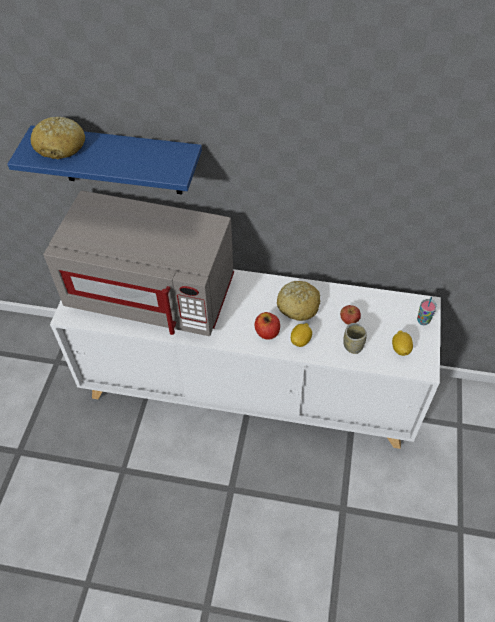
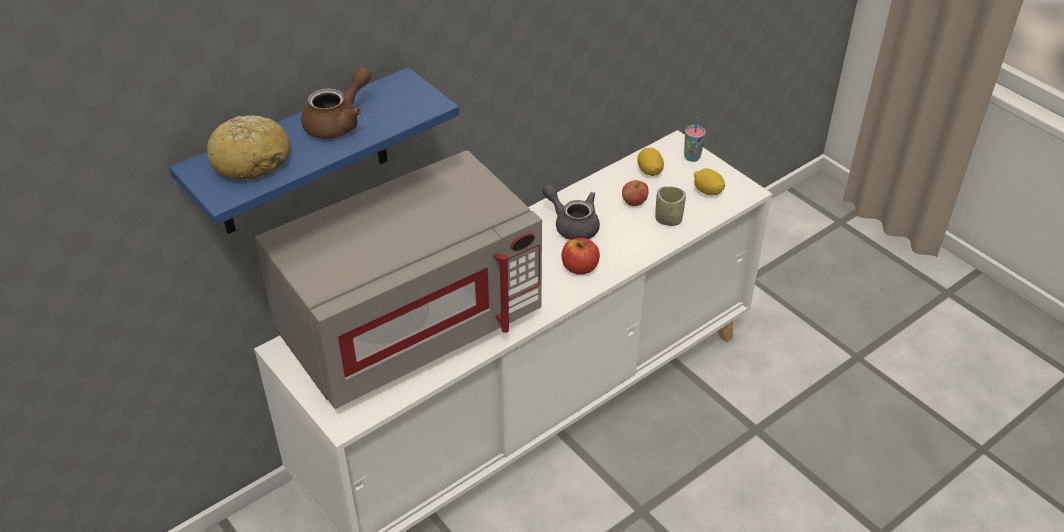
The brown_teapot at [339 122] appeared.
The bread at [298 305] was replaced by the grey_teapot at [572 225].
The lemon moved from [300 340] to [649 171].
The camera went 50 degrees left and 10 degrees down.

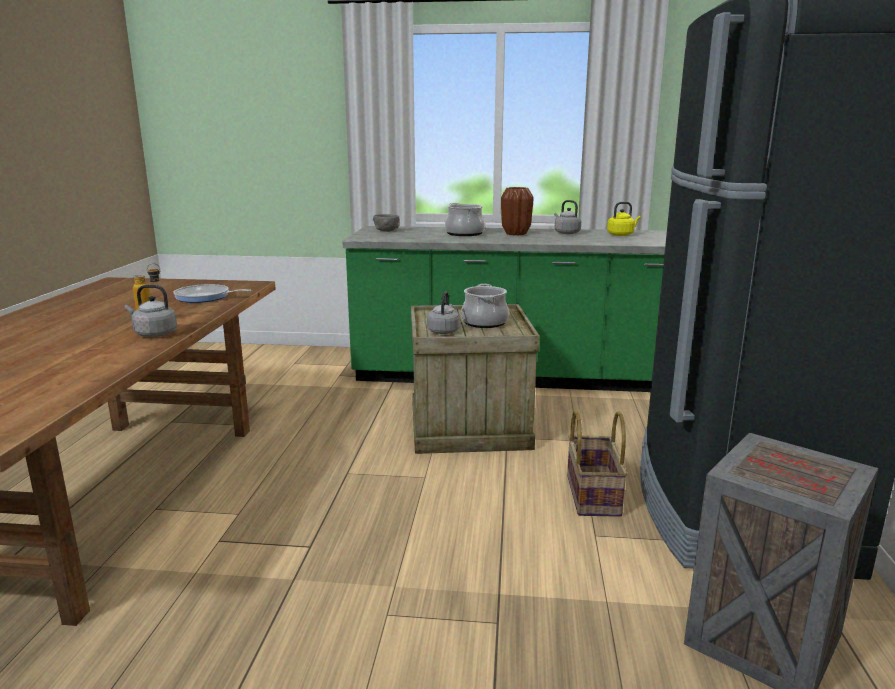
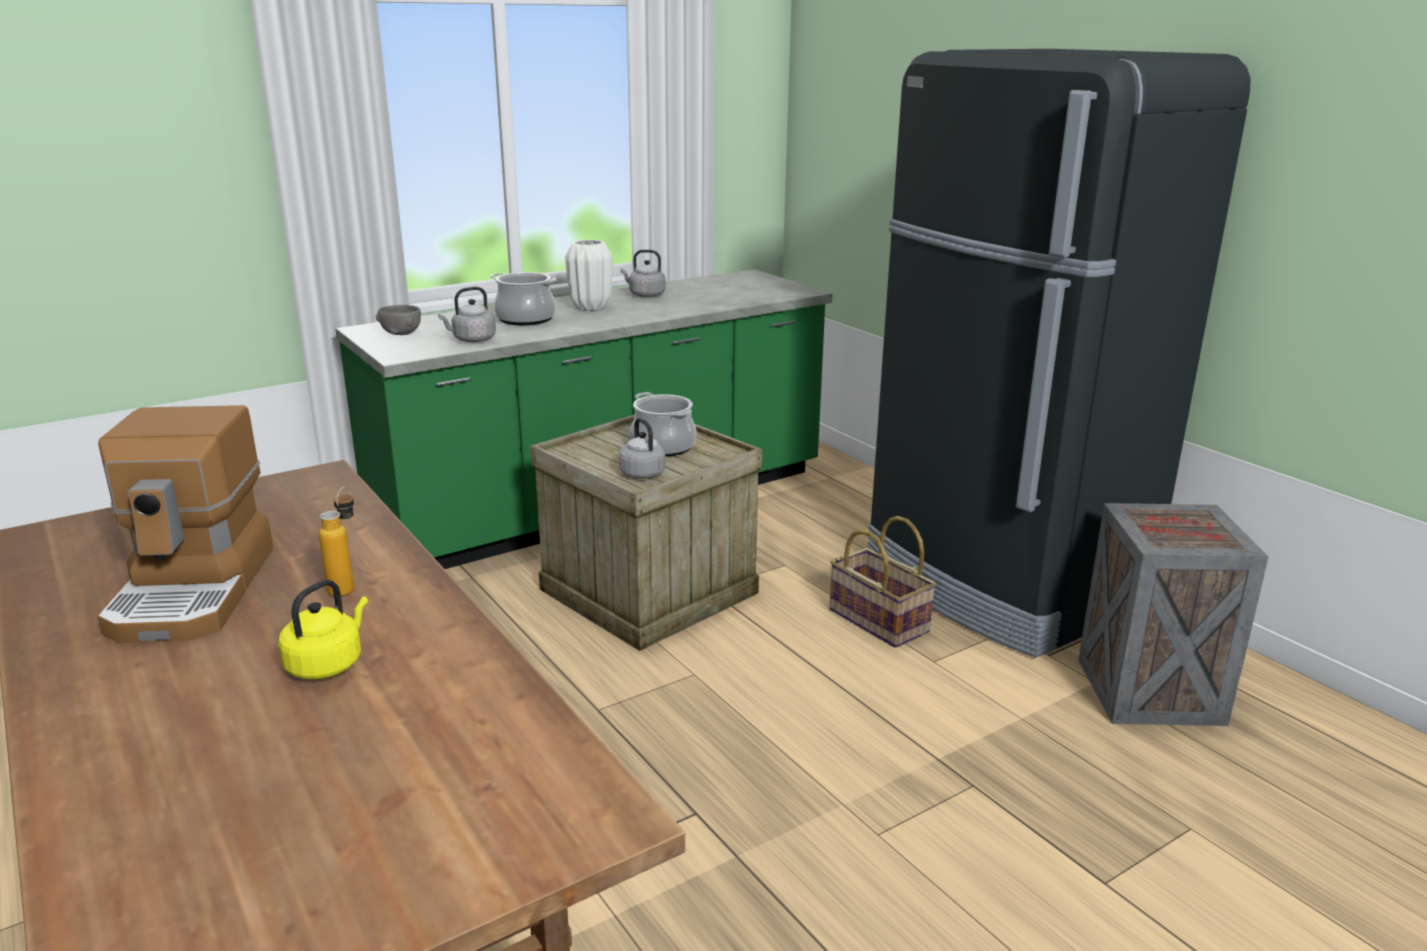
The coffee_machine at [195 590] appeared.
The yellow_kettle moved from [621 235] to [327 664].
The grey_kettle moved from [154 334] to [472 340].
The brown_vase at [516 234] became the white_vase at [591 307].
The frying_pan at [205 297] disappeared.
The camera went 40 degrees left and 5 degrees up.

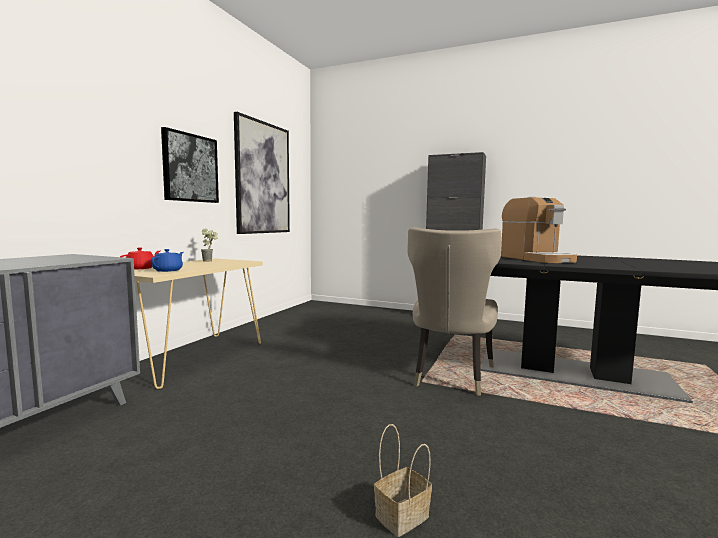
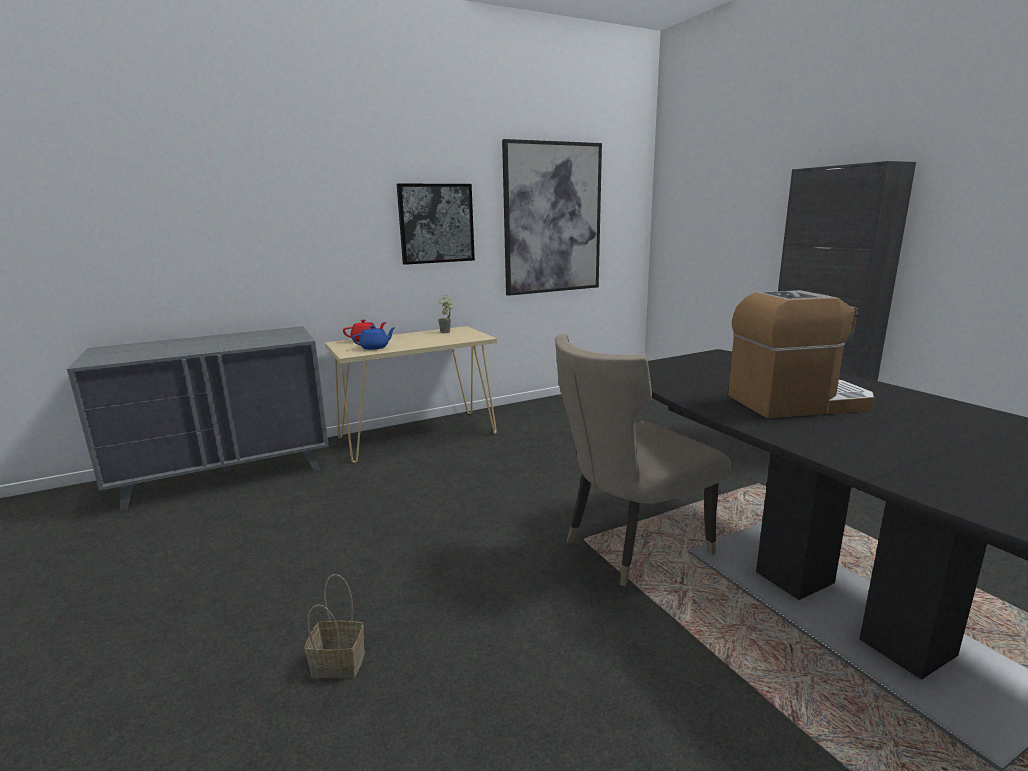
The coffee_machine at [537 259] turned 120 degrees counterclockwise.
The camera went 40 degrees right and 10 degrees up.

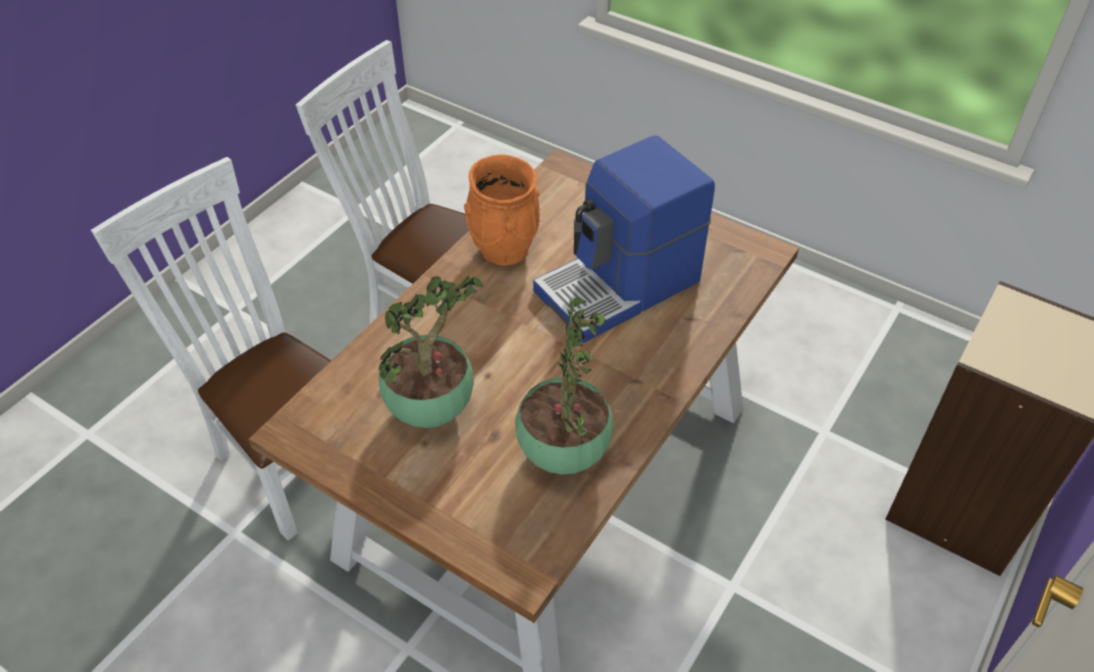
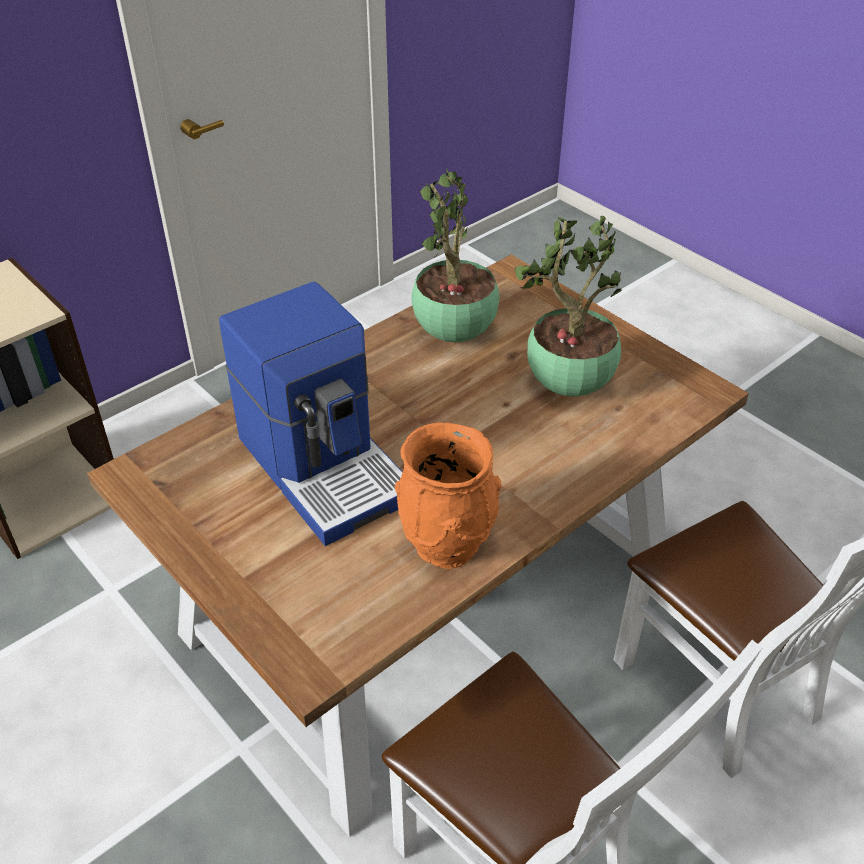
The coffee_machine at [620 287] turned 75 degrees clockwise.
The camera went 165 degrees left and 5 degrees down.

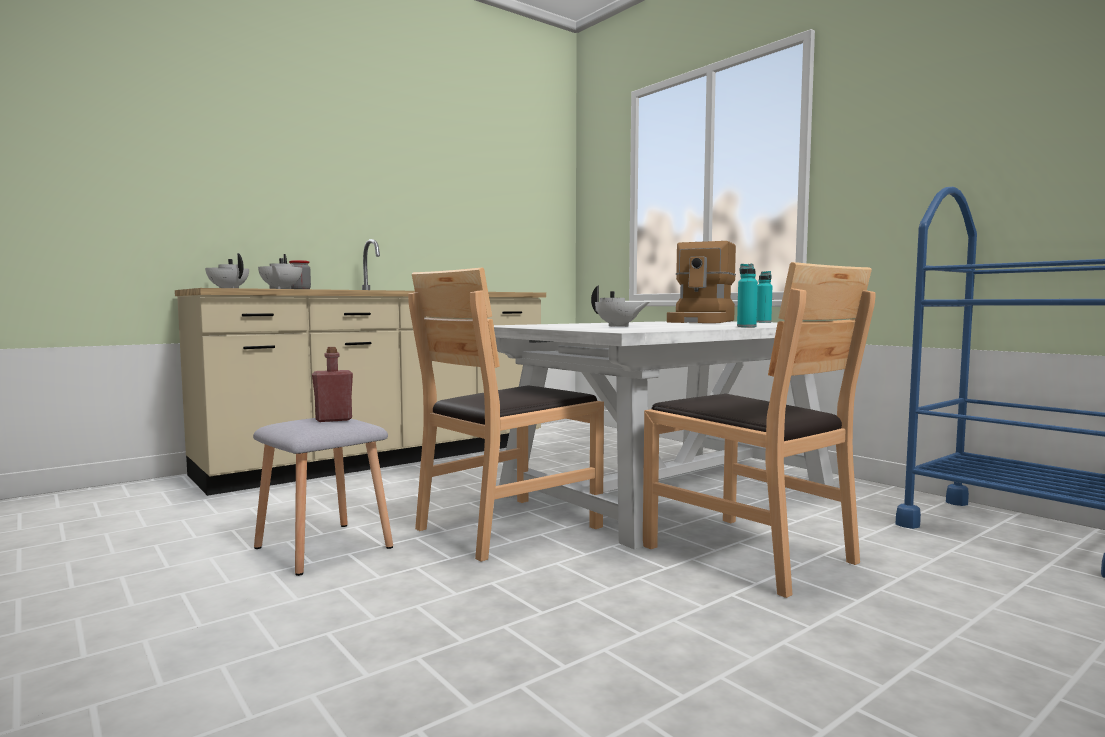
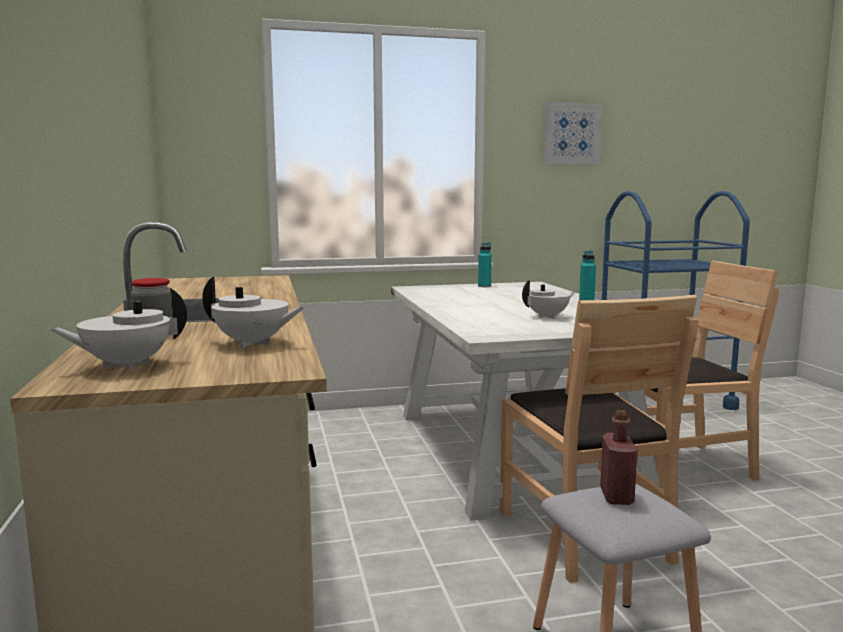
The picture at [572 134] appeared.
The coffee_machine at [702 321] disappeared.
The camera went 65 degrees left and 5 degrees up.

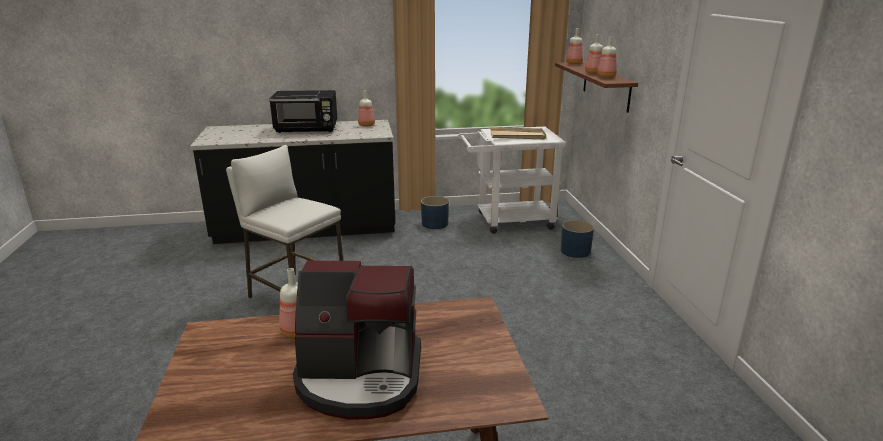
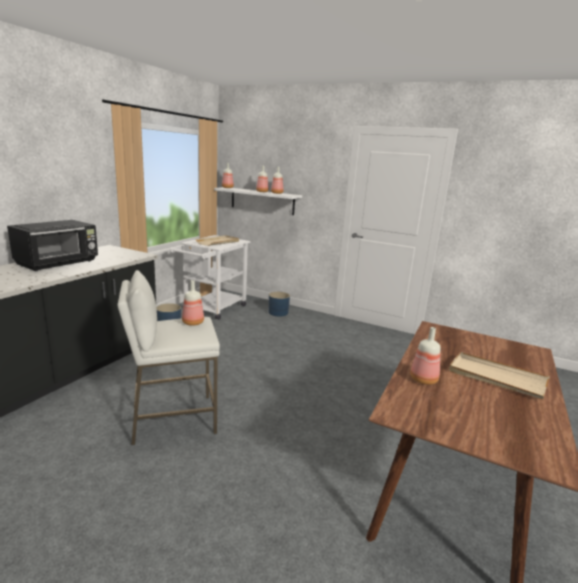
The bottle moved from [366 125] to [192 322].
The brown_shelf at [606 86] became the white_shelf at [262 201].
The coffee_machine at [360 378] was replaced by the beige_tray at [496 377].
The camera went 55 degrees left and 5 degrees down.

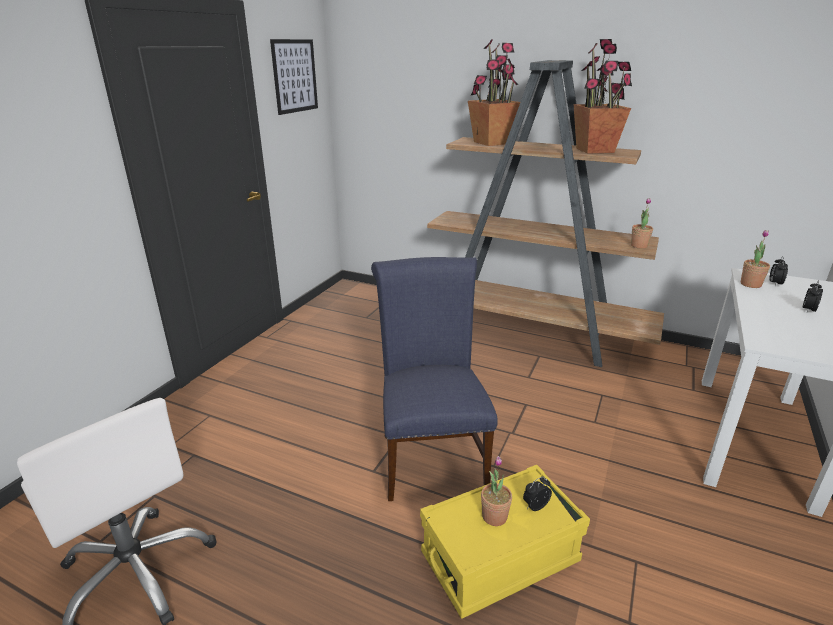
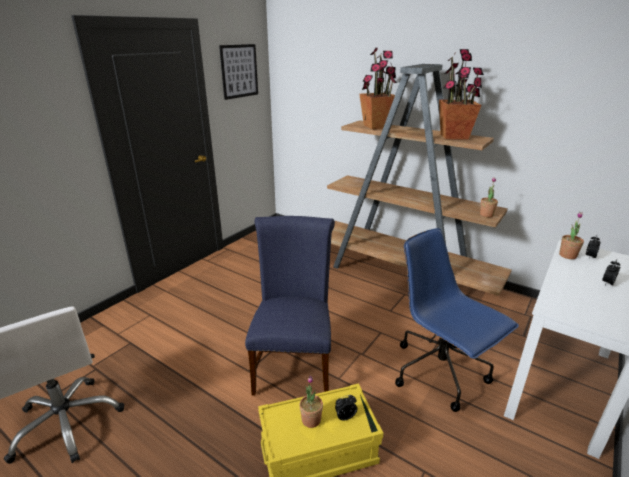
The blue_office_chair at [441 373] appeared.
The camera went 10 degrees right and 0 degrees up.

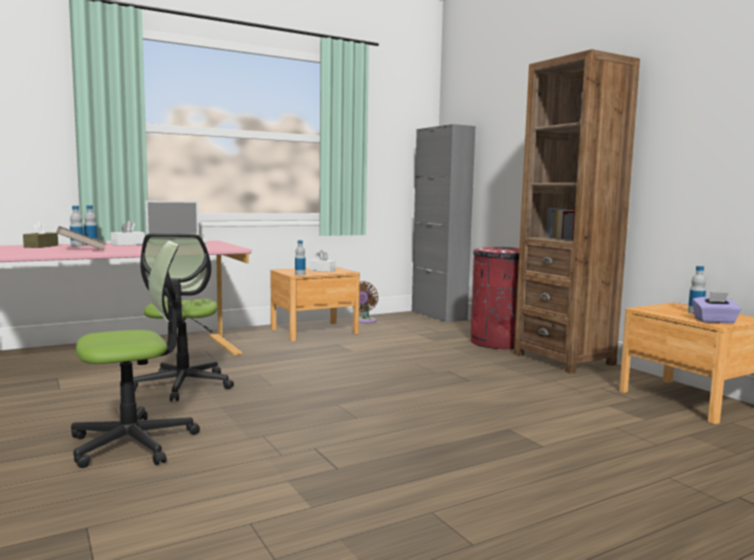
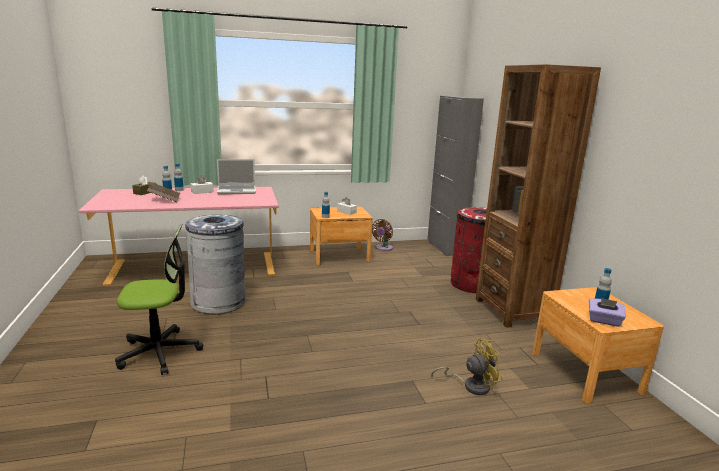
The office_chair at [183 385] was replaced by the grey_trash_can at [218 302].
The yellow_fan at [471 385] appeared.
The camera went 15 degrees right and 10 degrees up.

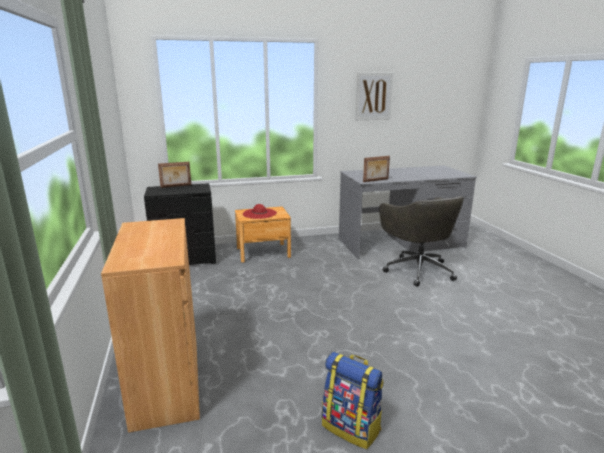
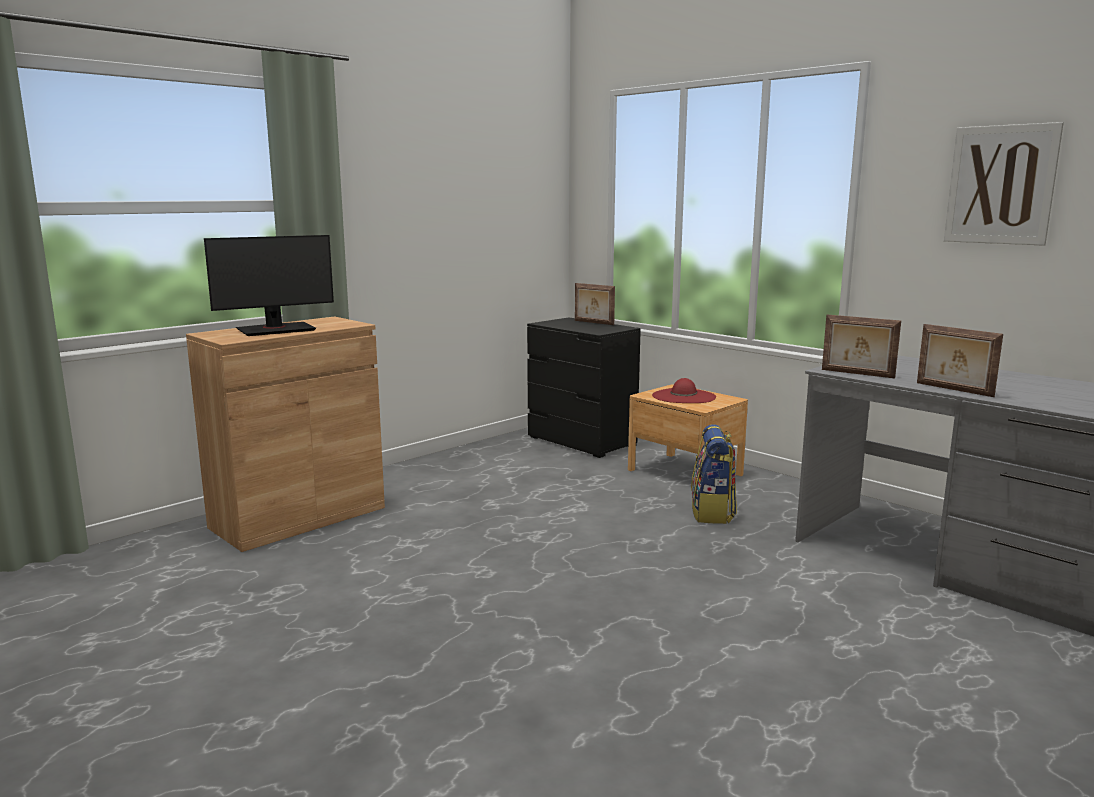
The monitor at [275 330] appeared.
The backpack moved from [352 427] to [712 513].
The picture_frame at [953 390] appeared.
The grey_office_chair at [417 270] disappeared.
The camera went 60 degrees right and 5 degrees down.

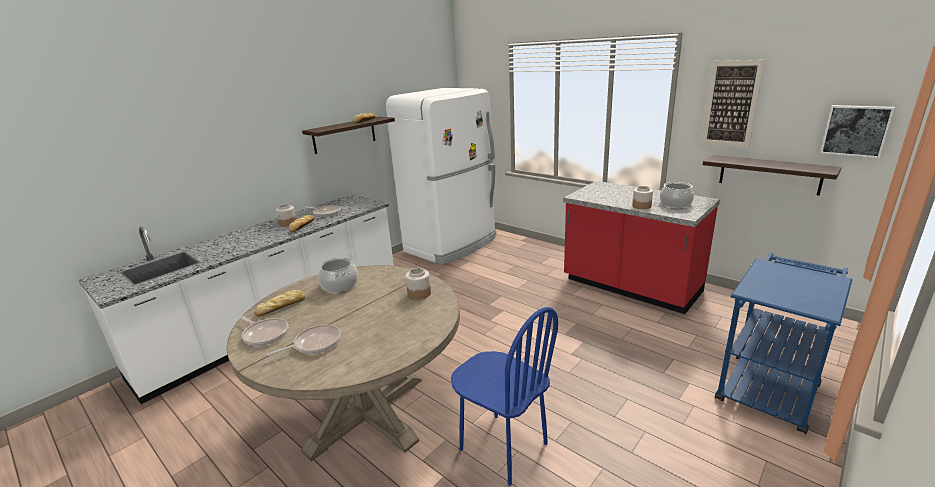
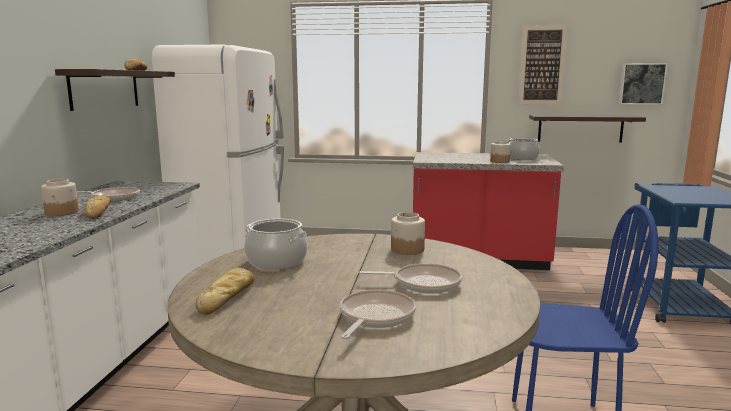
The frying_pan moved from [265 334] to [423 283].
The camera went 35 degrees left and 10 degrees down.

